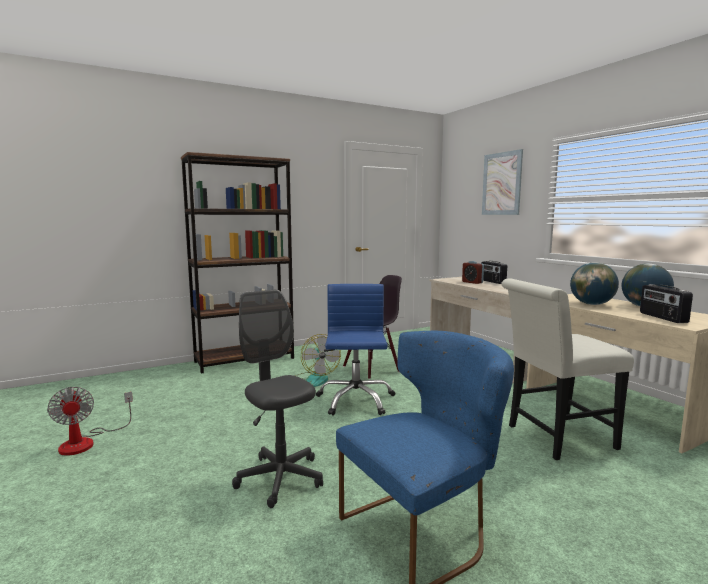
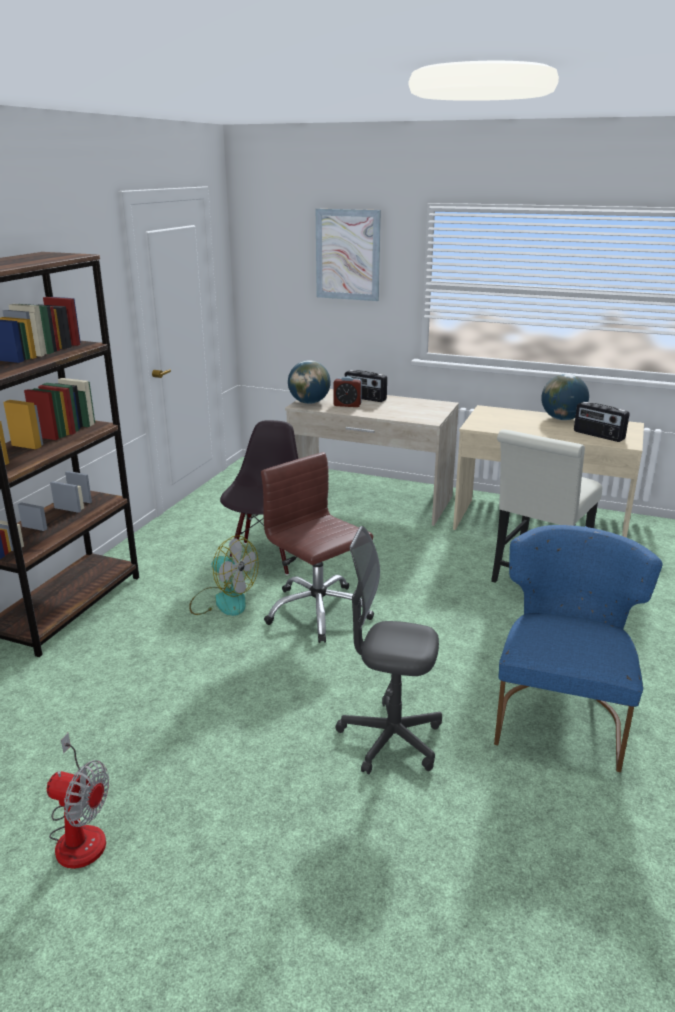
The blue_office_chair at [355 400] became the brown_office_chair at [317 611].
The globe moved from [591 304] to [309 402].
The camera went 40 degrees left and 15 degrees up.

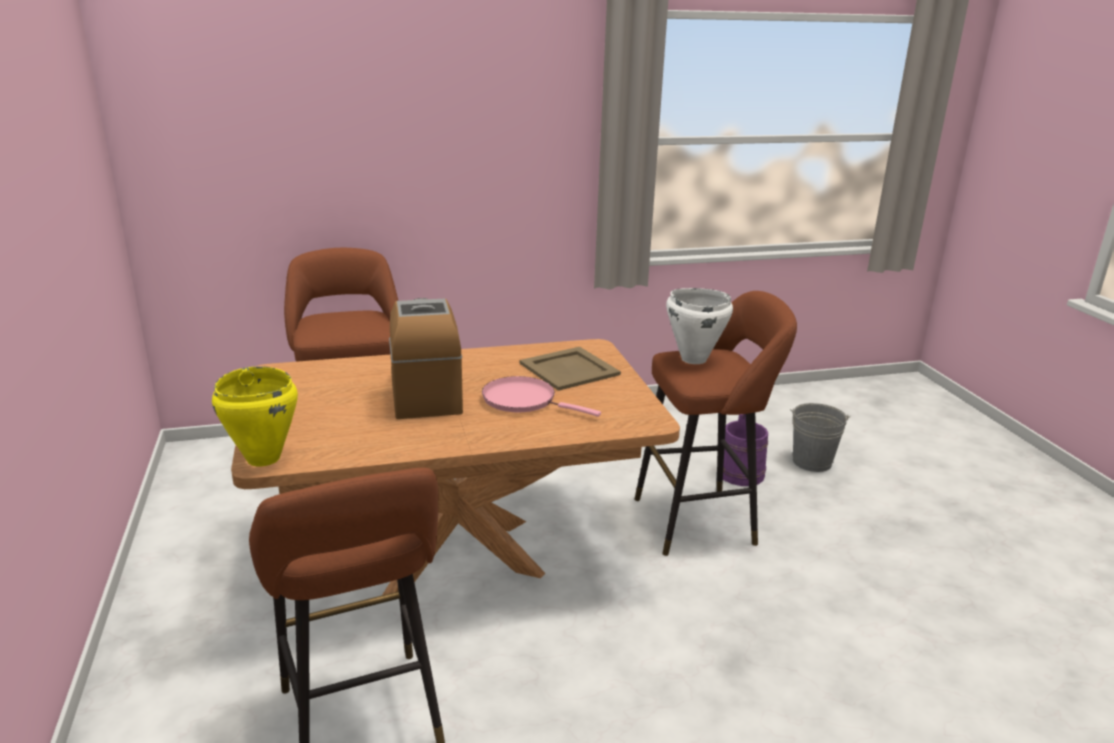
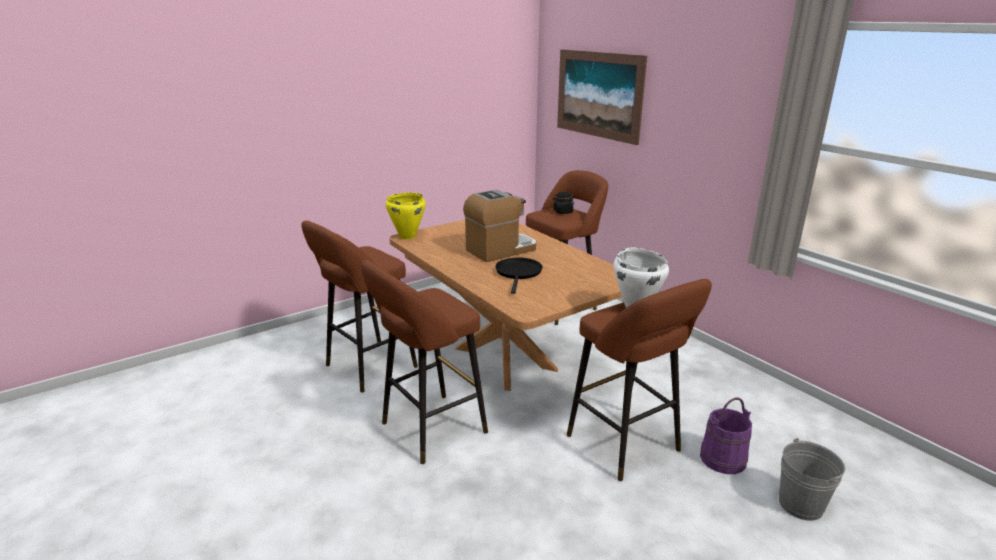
The brown_stool at [428 430] appeared.
The pink_frying_pan at [523 400] became the black_frying_pan at [518 273].
The black_jar at [562 212] appeared.
The picture at [598 95] appeared.
The beige_tray at [570 369] disappeared.
The camera went 70 degrees right and 0 degrees up.

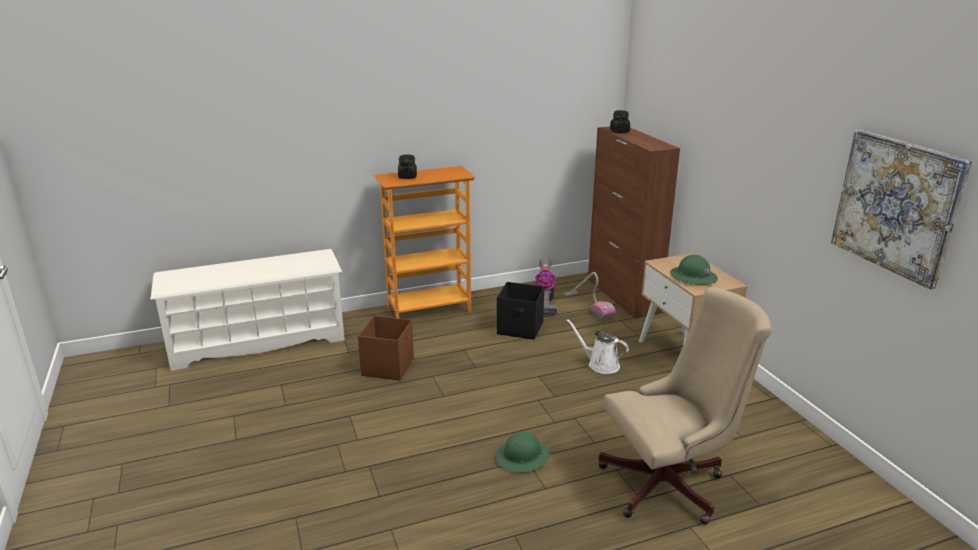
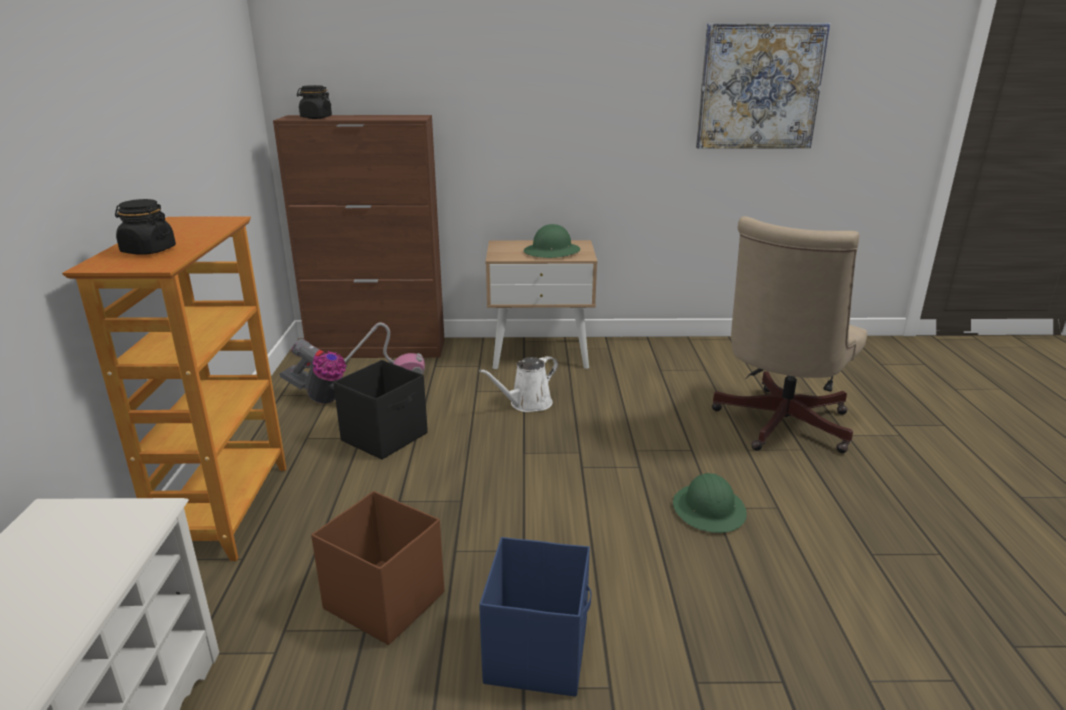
The blue_storage_box at [538 651] appeared.
The beige_office_chair at [670 484] turned 150 degrees counterclockwise.
The camera went 70 degrees left and 0 degrees up.

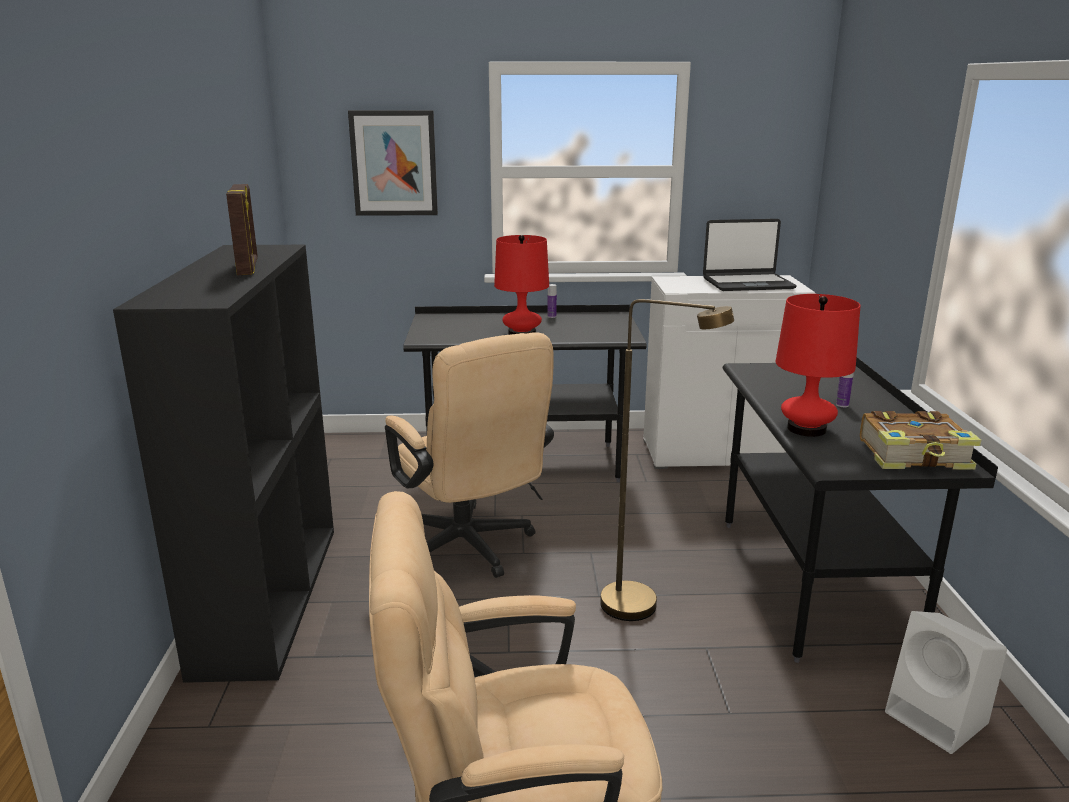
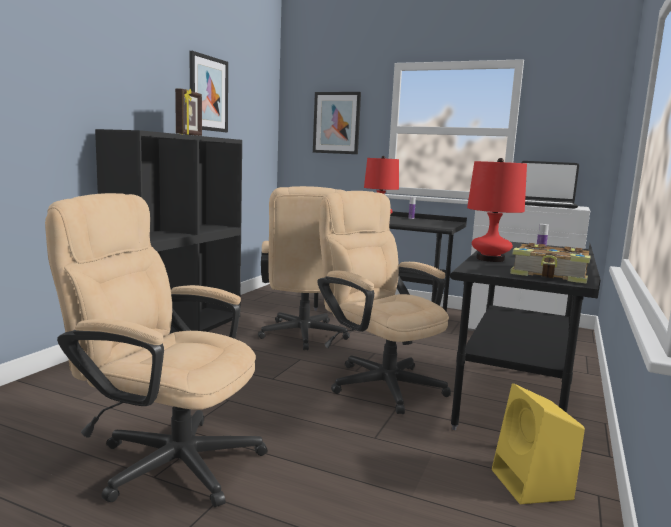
The picture at [208 94] appeared.
The brown_floor_lamp at [644 607] was replaced by the beige_office_chair at [378 381].
The white_speaker at [939 719] became the yellow_speaker at [532 485].
The camera went 25 degrees right and 10 degrees down.

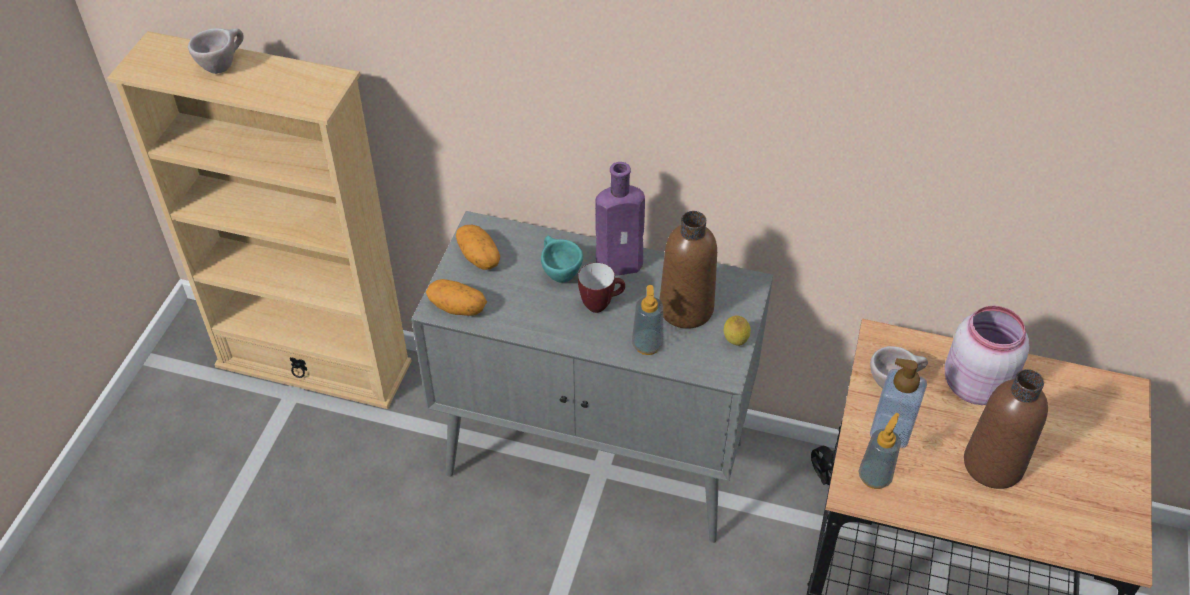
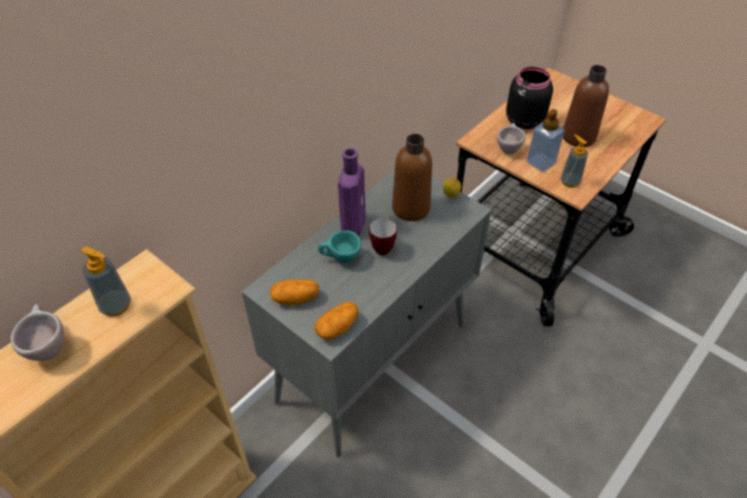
The soap_dispenser moved from [647 345] to [116 306].
The pink_jar at [974 383] became the black_jar at [523 121].
The camera went 65 degrees left and 0 degrees up.

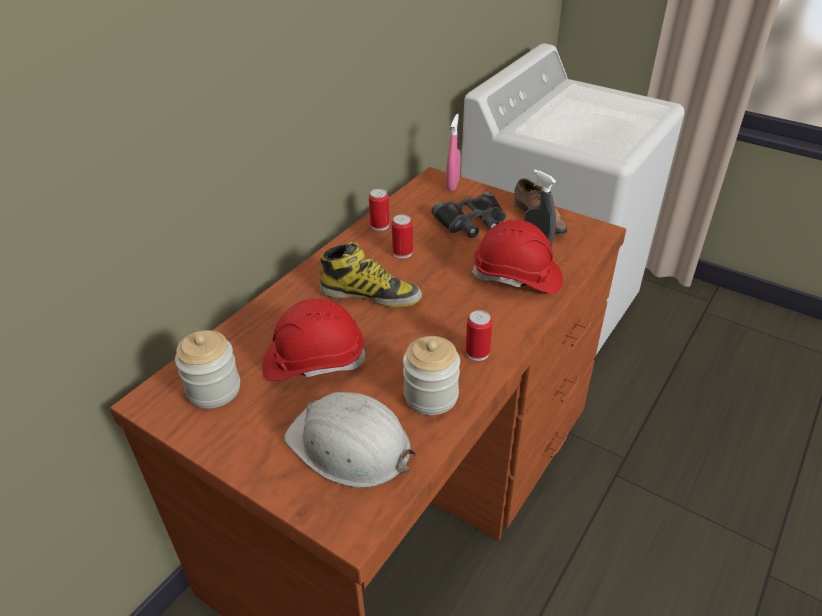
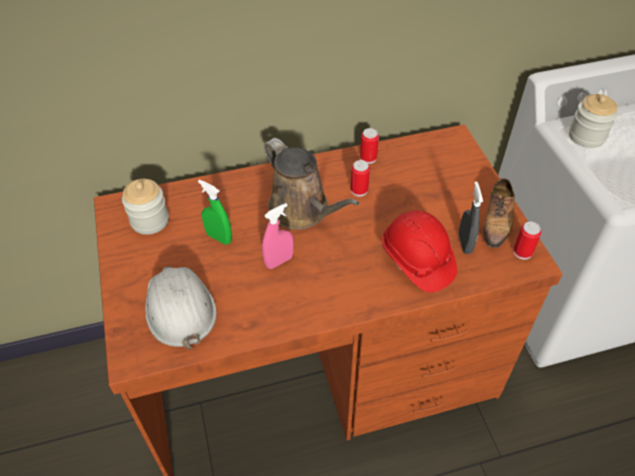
The red_hard_hat at [314 360] was replaced by the green_spray_bottle at [219 237].
The pink_spray_bottle moved from [452 185] to [279 261].
The boot at [370 294] was replaced by the brown_watering_can at [302 210].
The can moved from [477 353] to [522 252].
The jar moved from [431 396] to [586 136].
The black_binoculars at [472 222] disappeared.
The camera went 40 degrees right and 10 degrees up.

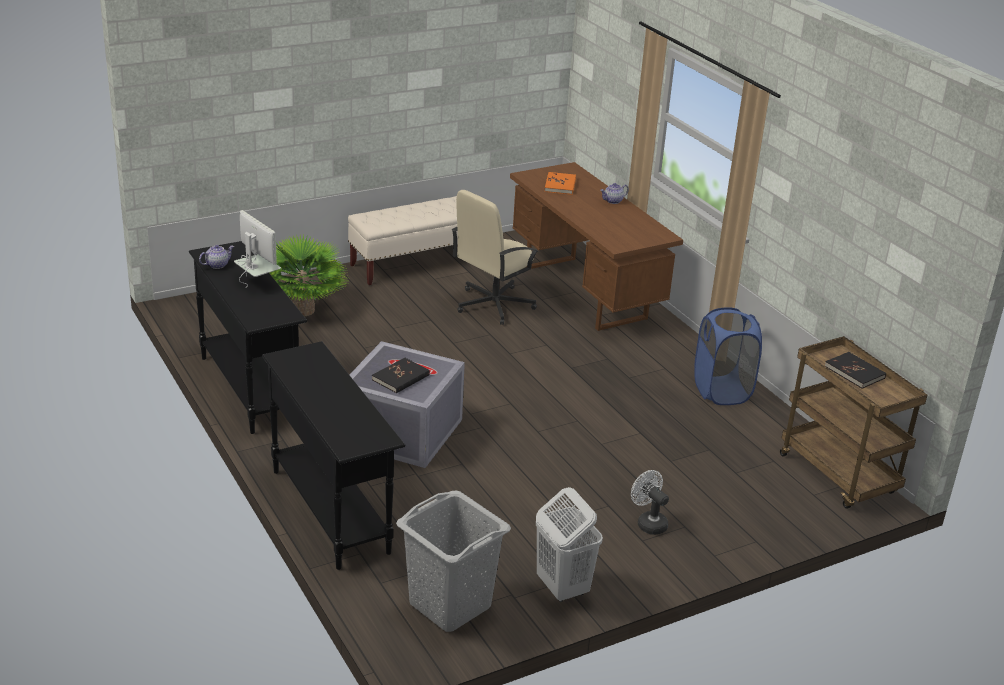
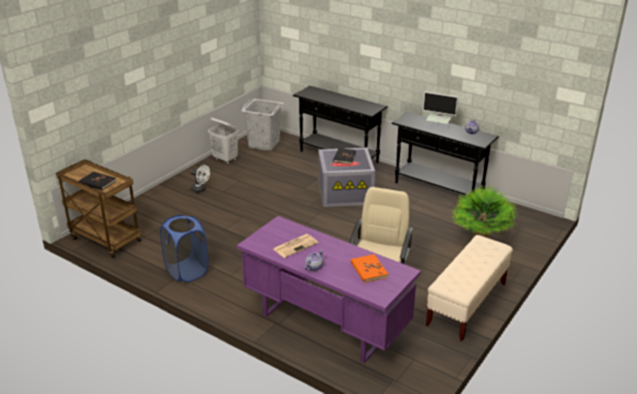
The brown_desk at [586 293] became the purple_desk at [324 324].
The newspaper at [295 245] appeared.
The camera went 155 degrees right and 0 degrees up.

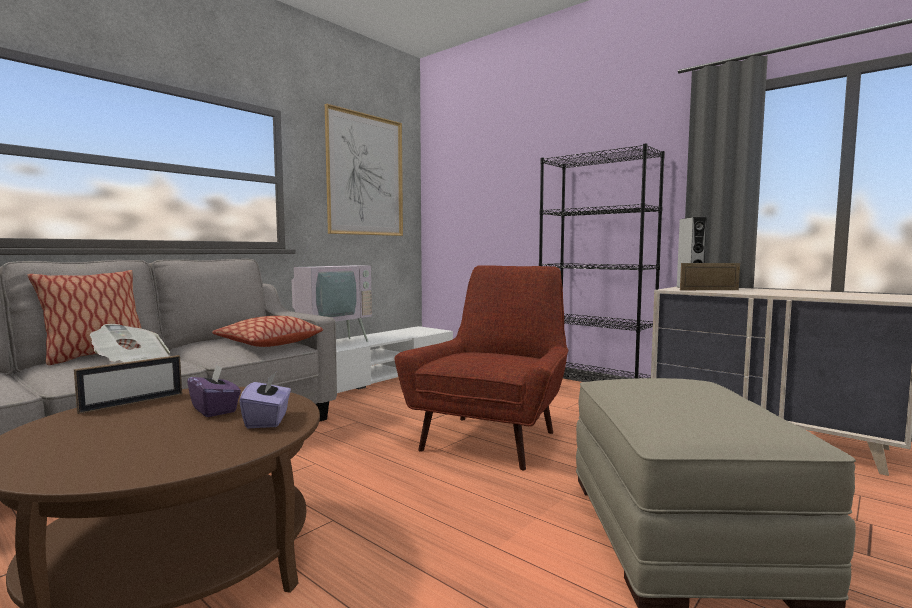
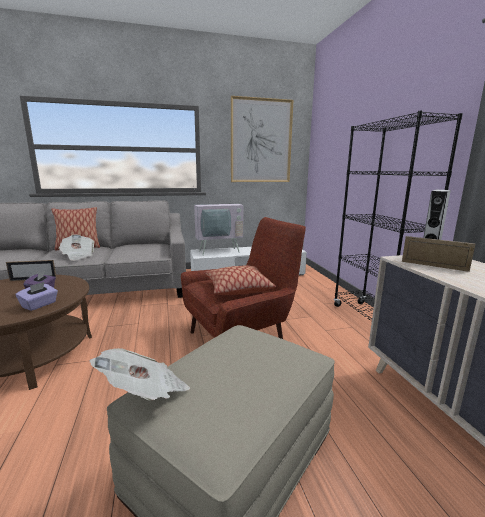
The newspaper at [145 393] appeared.
The pillow moved from [268 343] to [237 288].
The camera went 35 degrees right and 10 degrees up.

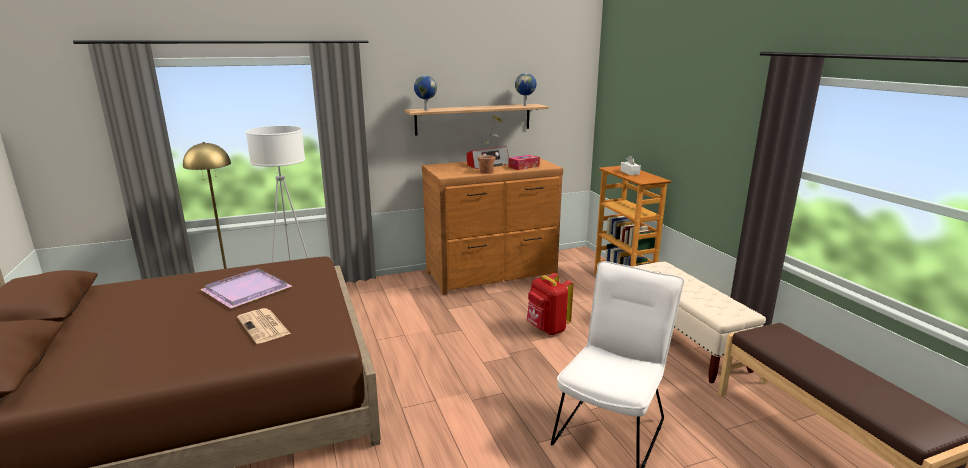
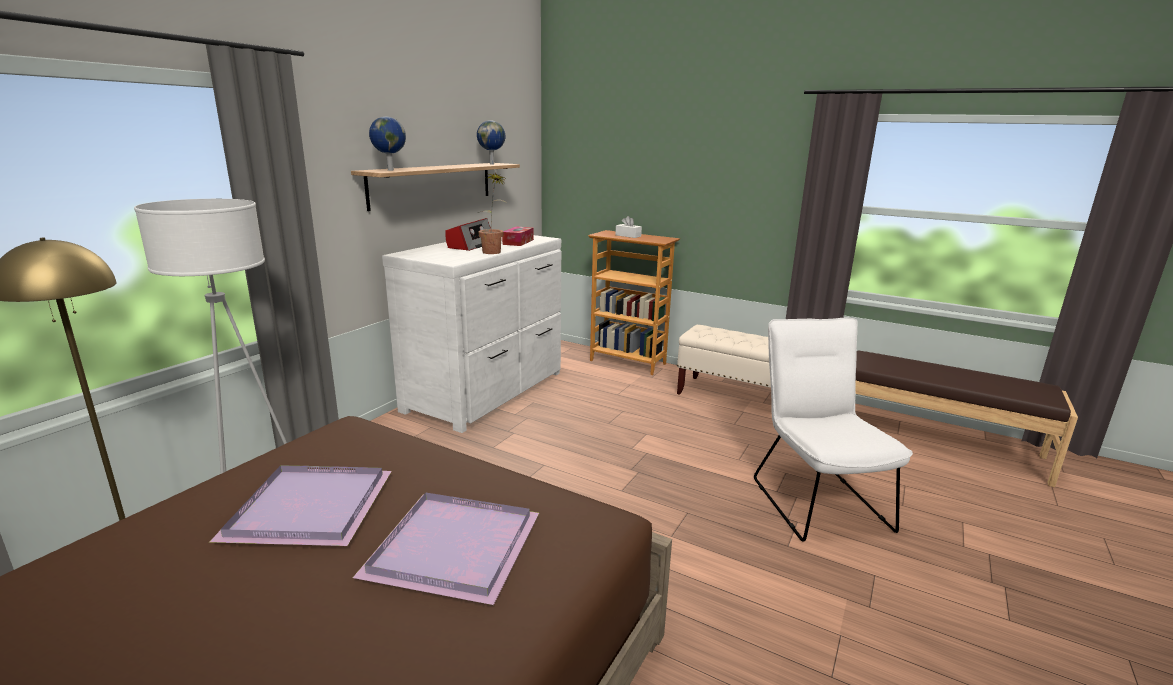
The newspaper at [264 326] was replaced by the purple_tray at [457 547].
The brown_dresser at [492 274] became the white_dresser at [488 391].
The red_backpack at [547 329] disappeared.
The camera went 40 degrees left and 0 degrees up.

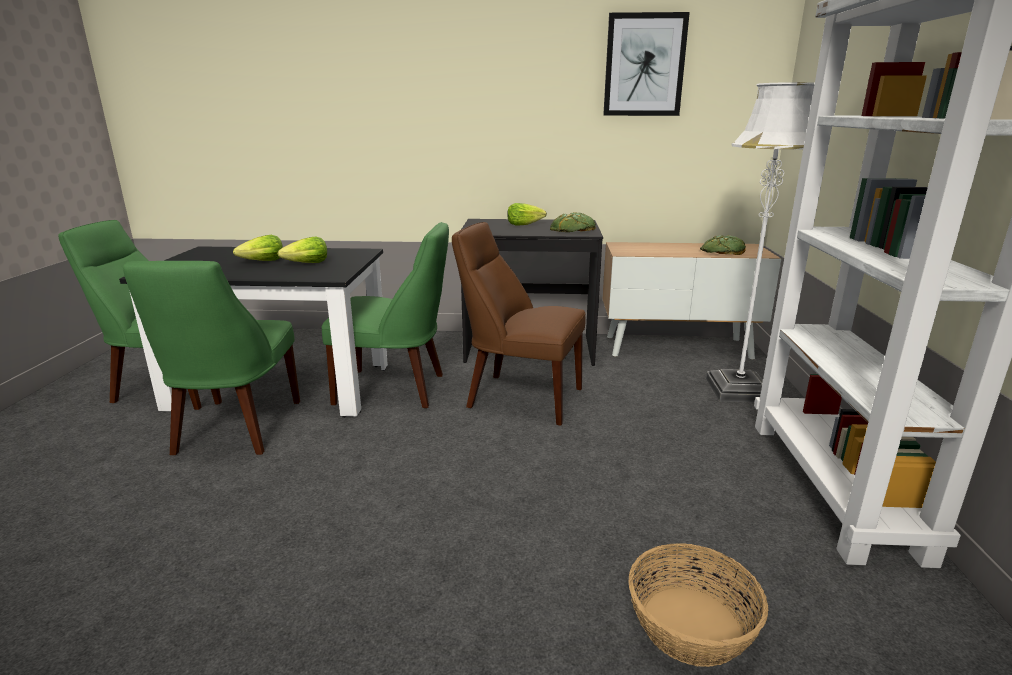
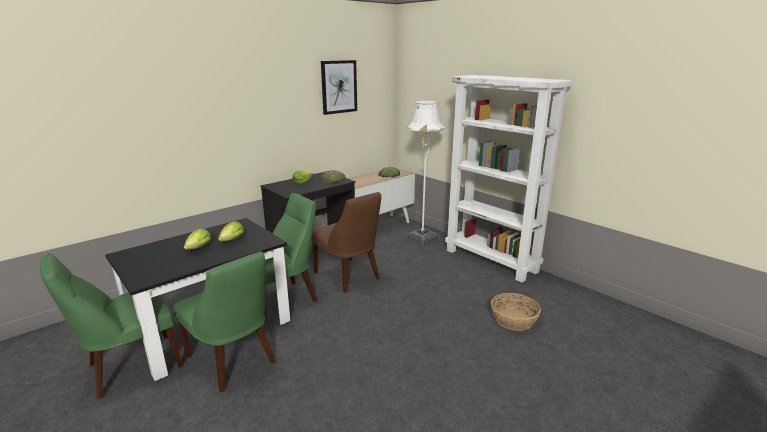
The brown_chair at [519 397] turned 105 degrees counterclockwise.
The camera went 45 degrees left and 0 degrees up.

